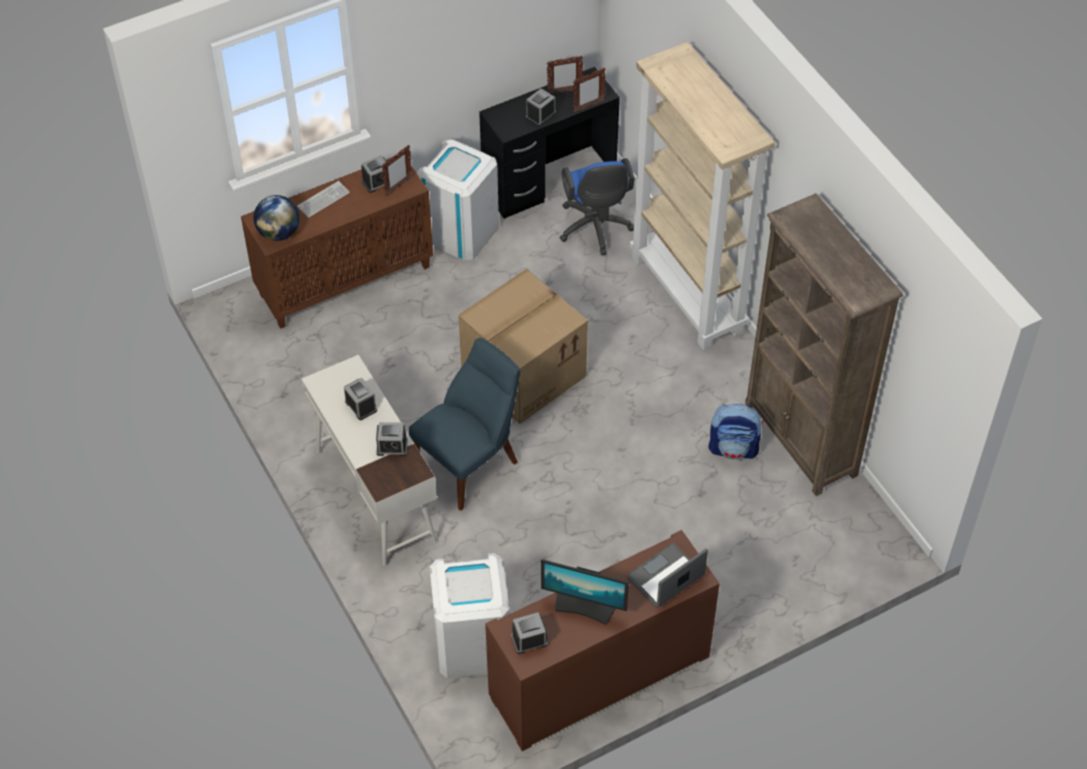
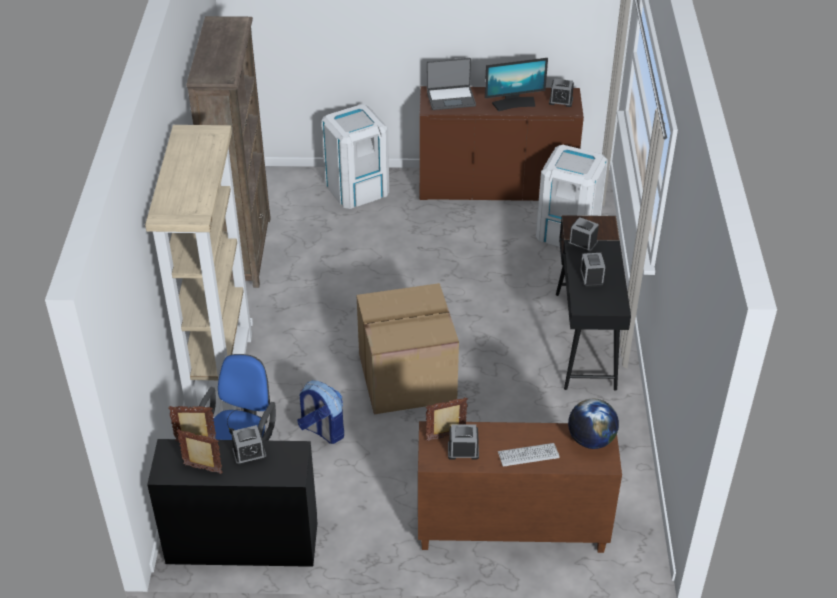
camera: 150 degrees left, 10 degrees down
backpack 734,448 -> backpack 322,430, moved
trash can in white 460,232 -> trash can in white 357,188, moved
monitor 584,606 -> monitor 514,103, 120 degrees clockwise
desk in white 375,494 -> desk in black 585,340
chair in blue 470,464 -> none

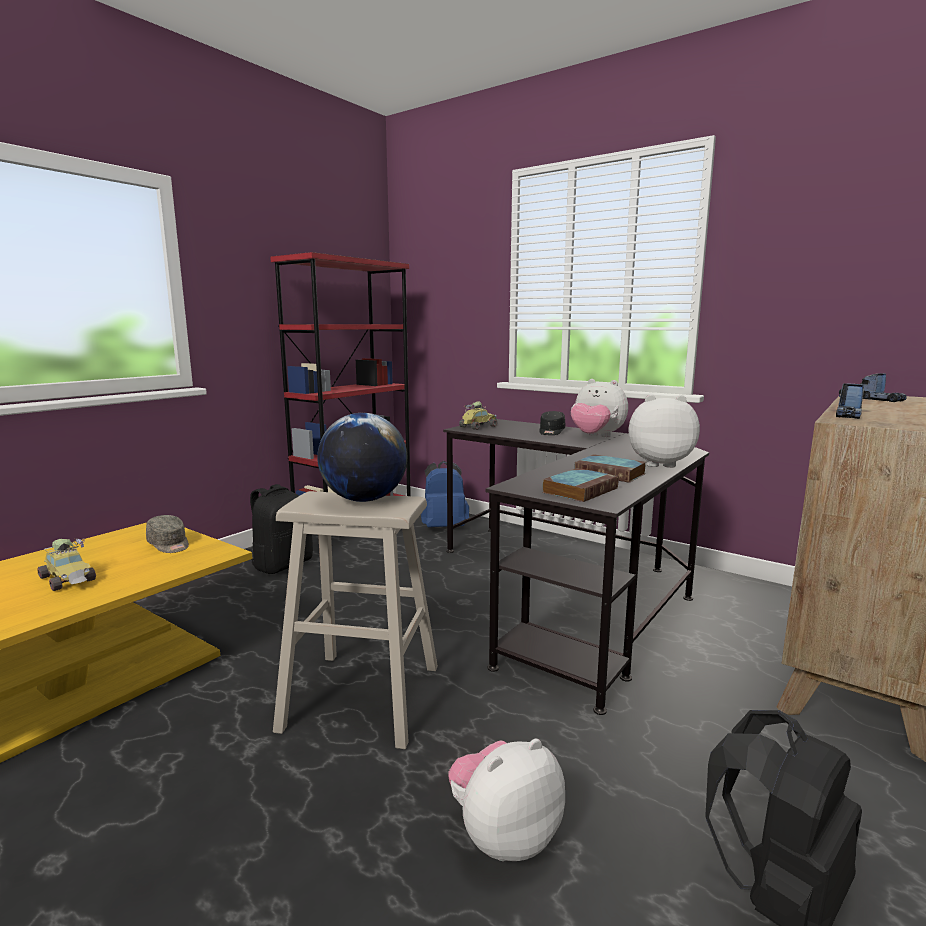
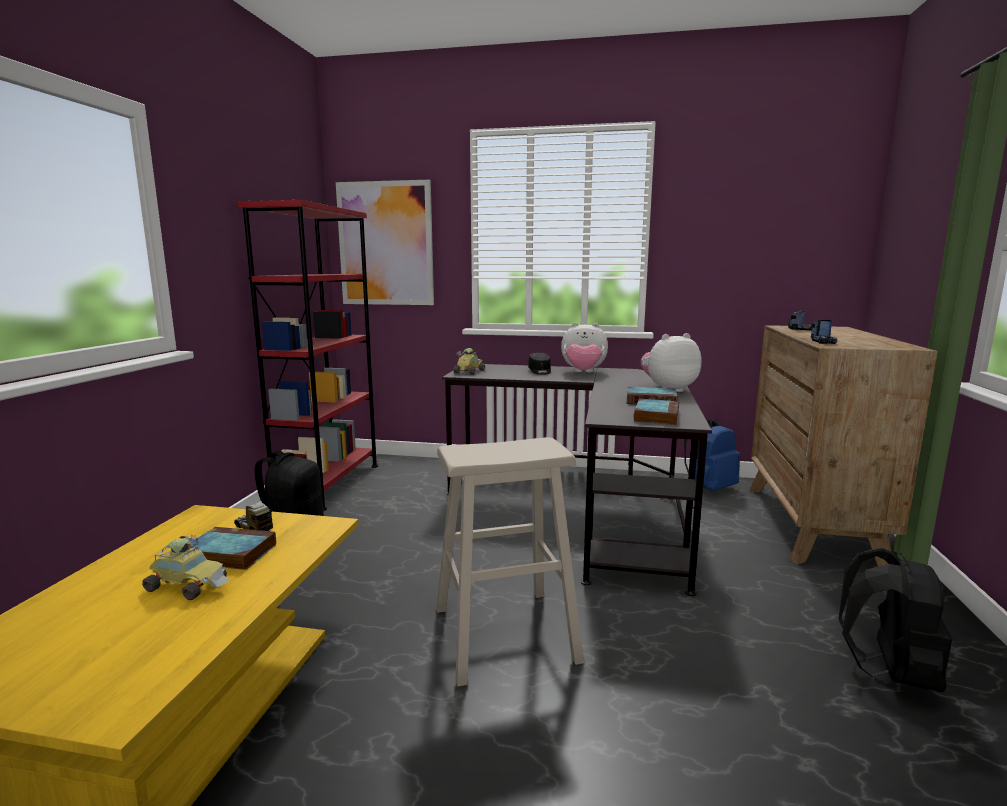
camera: 25 degrees left, 0 degrees up
none -> book 228,554
cap in grey 169,545 -> toy truck 254,528
none -> picture 386,244
backpack in blue 444,527 -> backpack in blue 709,488, moved
globe 364,500 -> none
plush toy 504,835 -> none

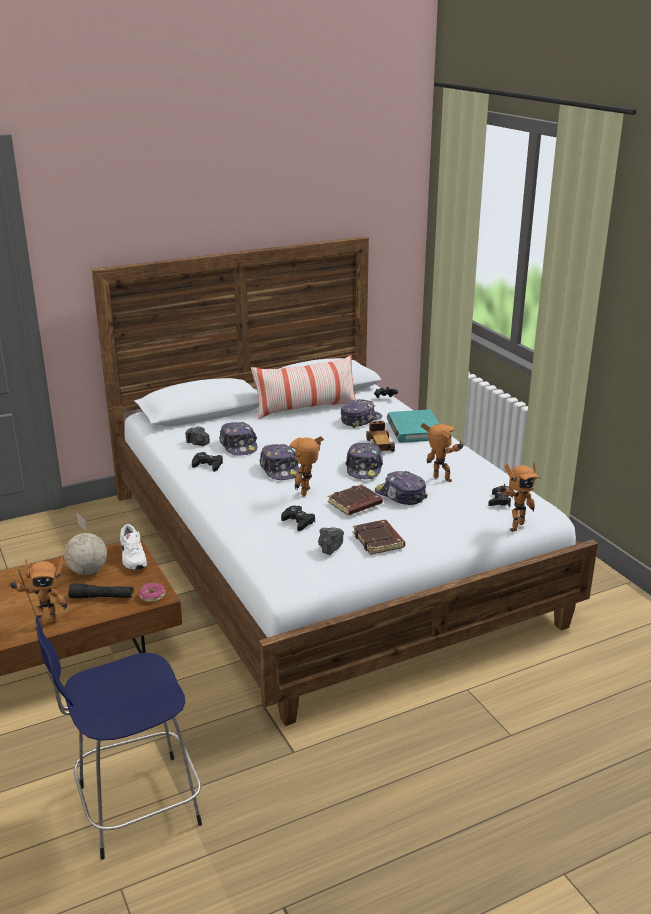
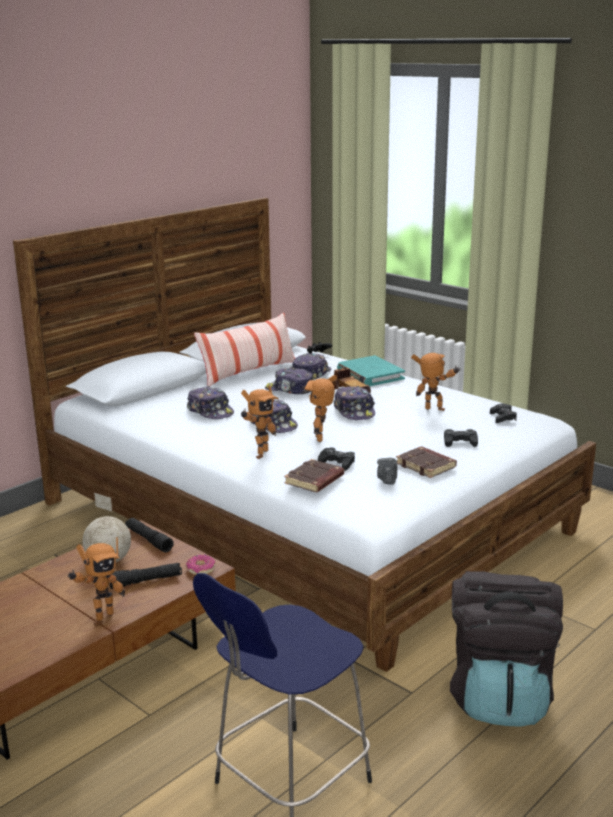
camera: 20 degrees left, 5 degrees down
shoe in white 132,558 -> flashlight in black 148,540
toy robot 514,526 -> toy robot 259,454, moved
cap 400,495 -> cap 289,390, moved
book in brown 355,504 -> book in brown 314,481, moved
game controller in black 208,465 -> game controller in black 460,442, moved
none -> backpack in black 500,696
photo camera 197,443 -> none

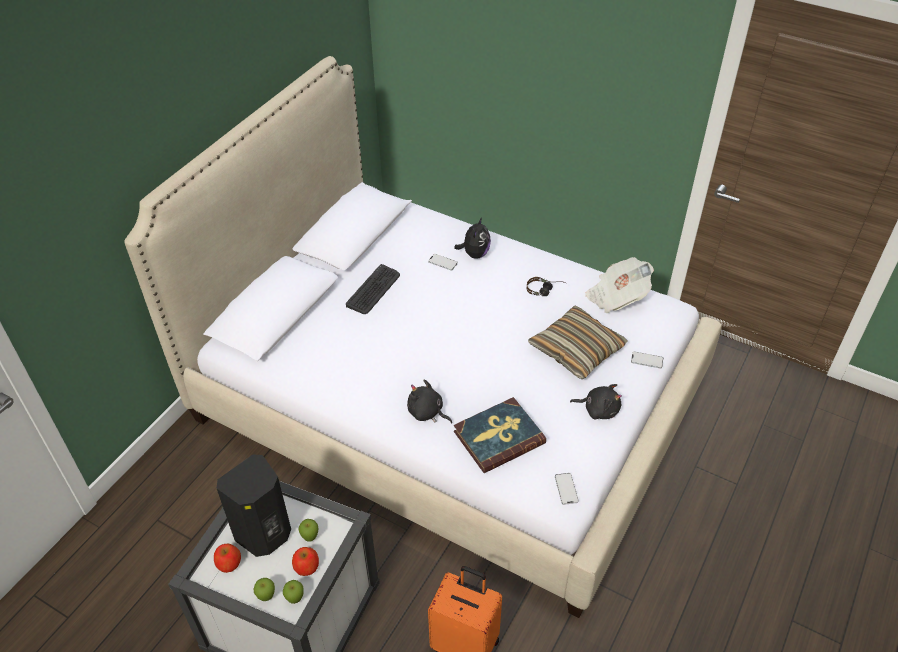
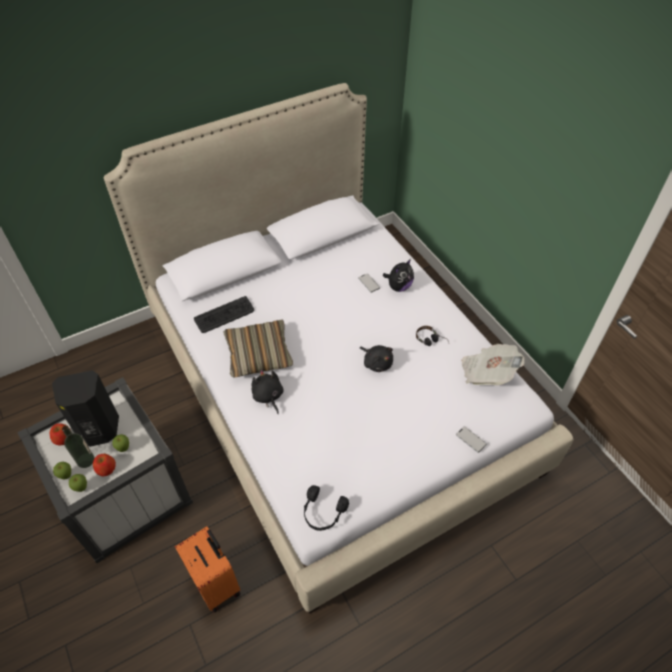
camera: 30 degrees right, 5 degrees up
none -> bottle 85,460
keyboard 373,290 -> keyboard 224,315, moved
pillow 577,350 -> pillow 258,354, moved
phone 566,489 -> headphones in black 322,513
plush toy in black 598,409 -> plush toy in black 377,363, moved
book 498,437 -> none

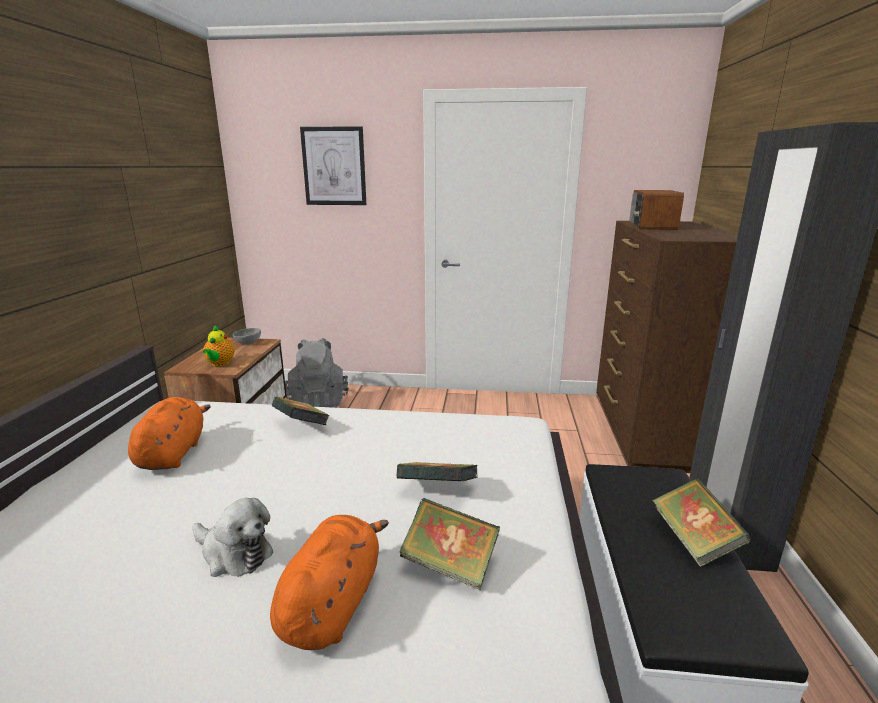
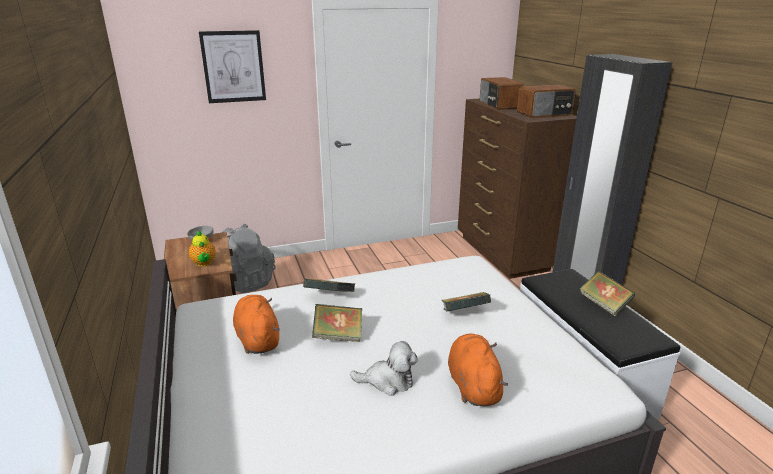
camera: 25 degrees left, 5 degrees up
book 450,565 -> book 338,336, moved
none -> radio 544,114

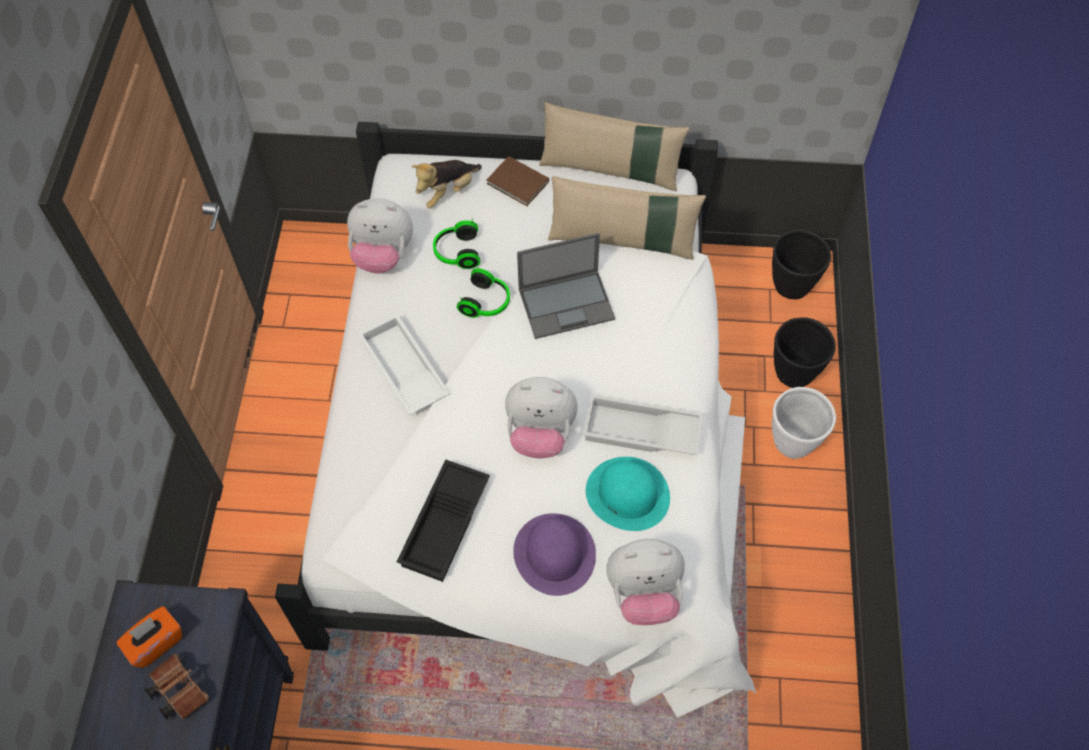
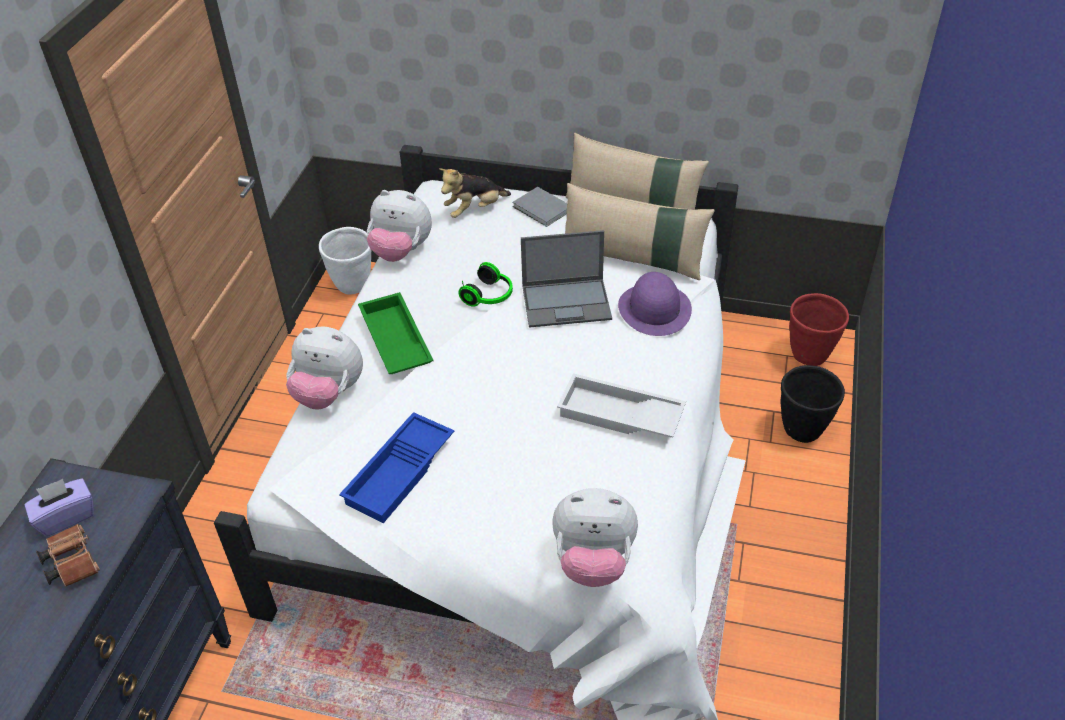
camera: 10 degrees right, 15 degrees down
tissue box in orange 155,643 -> tissue box in purple 66,517
plush toy 540,433 -> plush toy 328,393, moved
planter in white 793,444 -> planter in white 353,286, moved
tray in black 446,525 -> tray in blue 400,474
tray in white 402,370 -> tray in green 394,341
book in brown 518,184 -> book in grey 542,209
hat in purple 554,554 -> hat in purple 654,309, moved
planter in black 792,287 -> planter in red 810,356
headphones 456,252 -> none
hat in turquoise 628,494 -> none

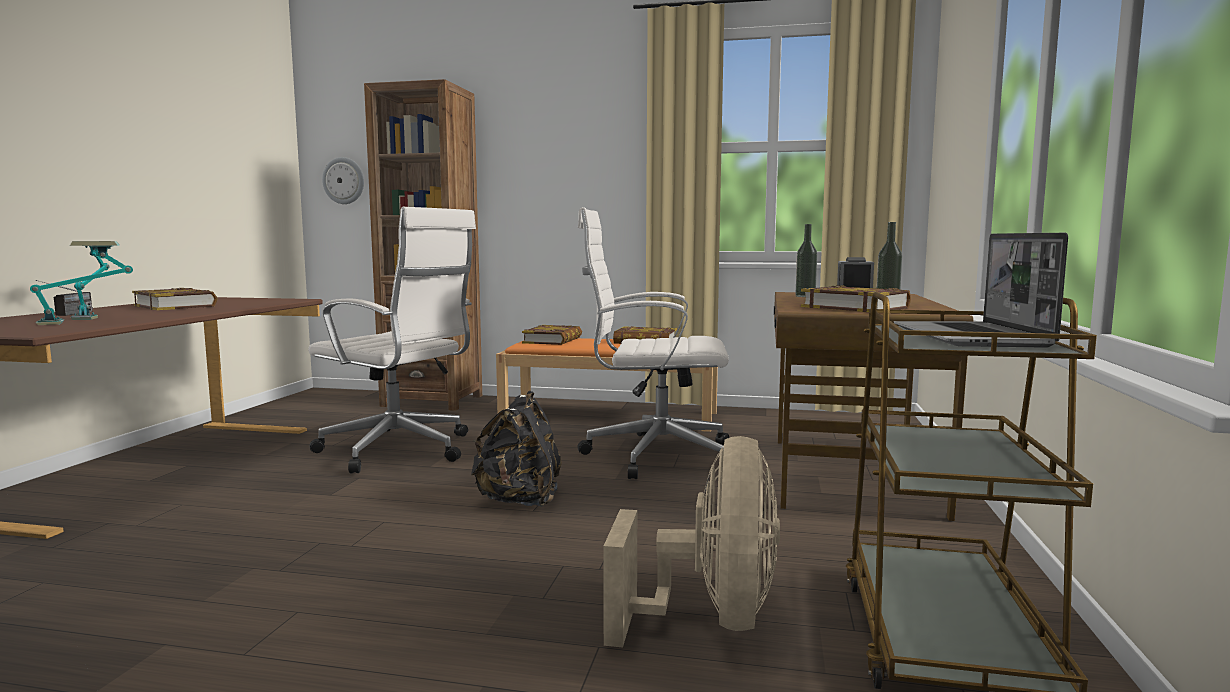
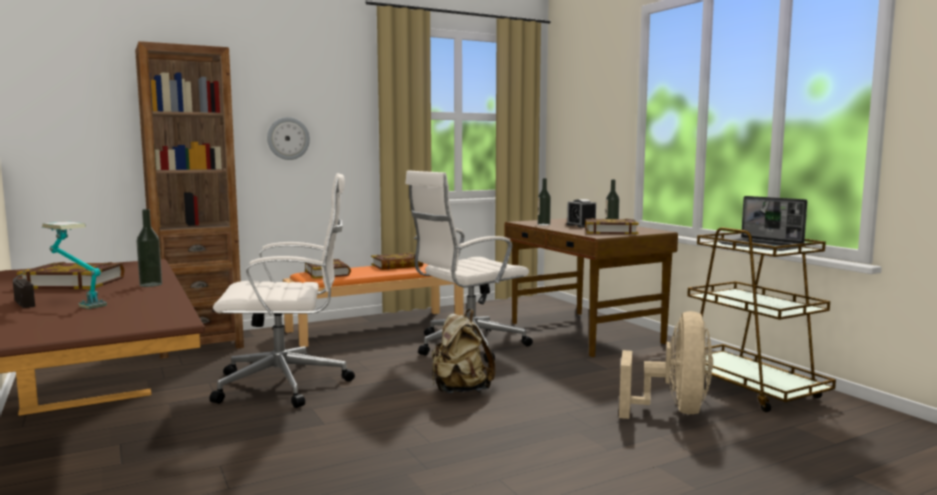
camera: 40 degrees left, 0 degrees up
none -> bottle 151,284
wall clock 344,180 -> wall clock 288,138, moved
backpack in black 519,501 -> backpack in beige 459,390
fan in beige 711,619 -> fan in beige 673,411, 45 degrees clockwise
table lamp 87,322 -> none

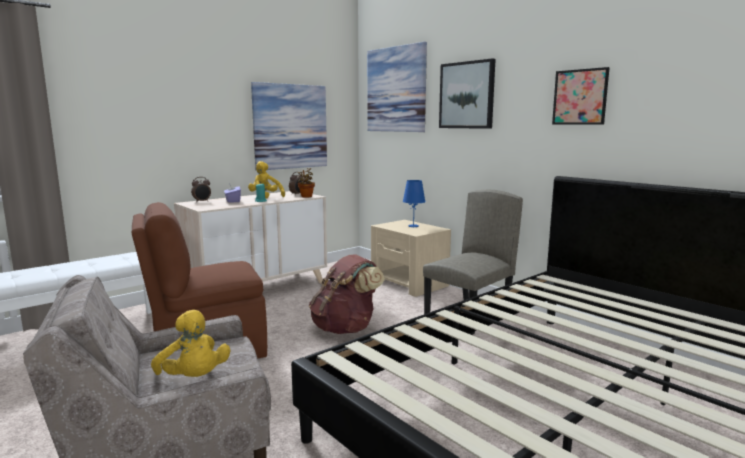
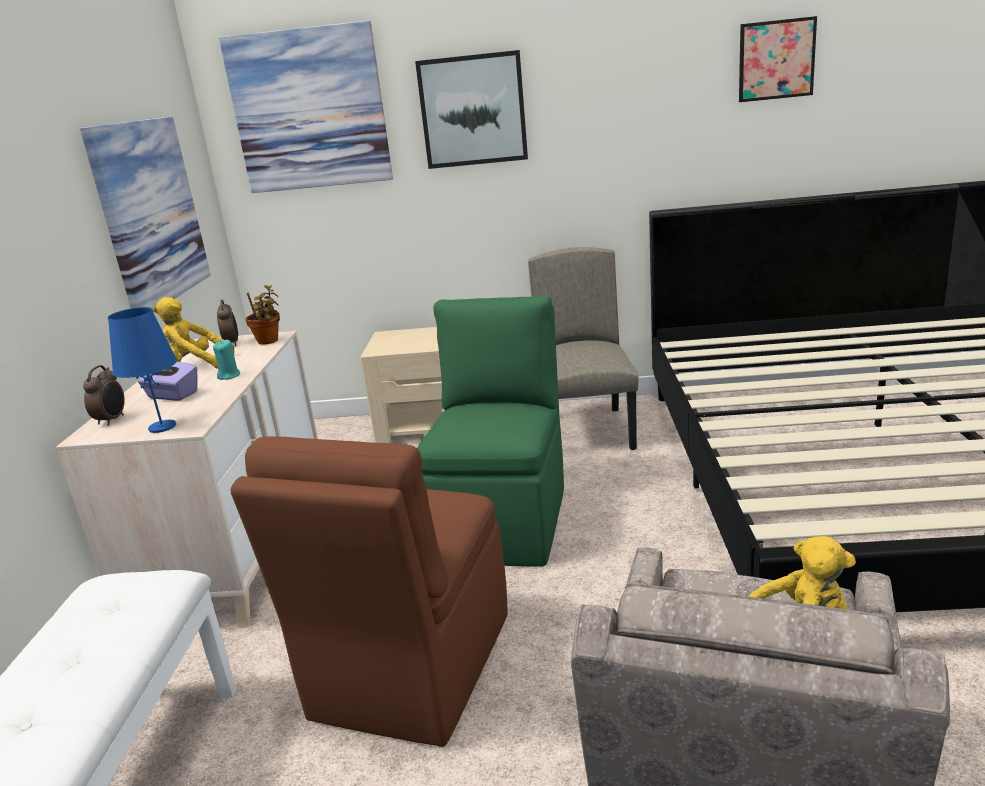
camera: 45 degrees left, 10 degrees up
table lamp in blue 413,226 -> table lamp in blue 162,426, moved
backpack in brown 346,328 -> chair in green 503,521
picture 580,97 -> picture 776,60, moved

